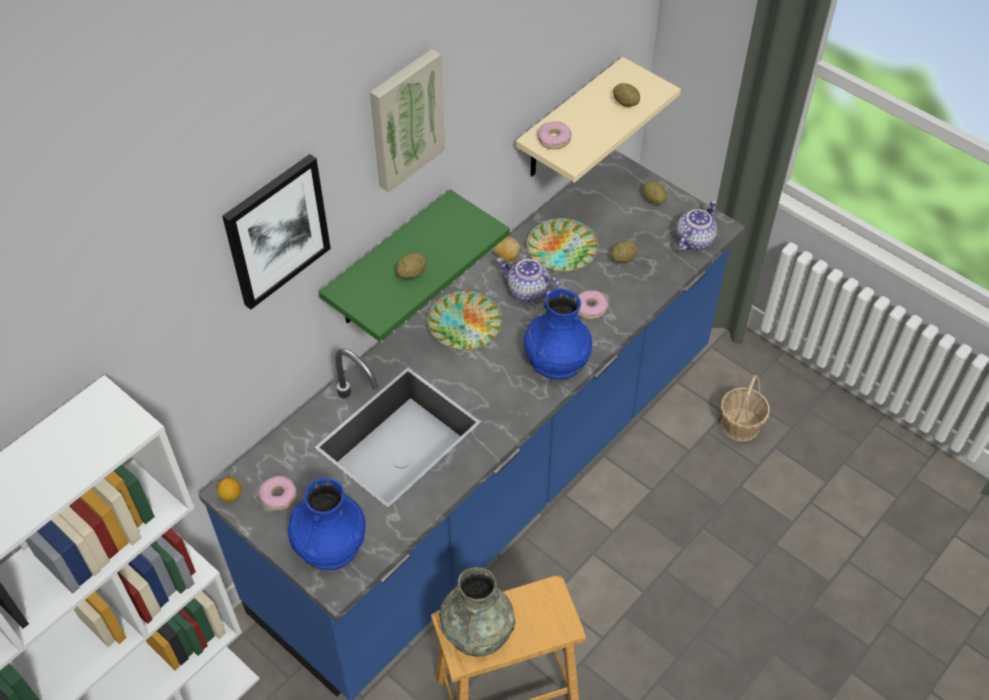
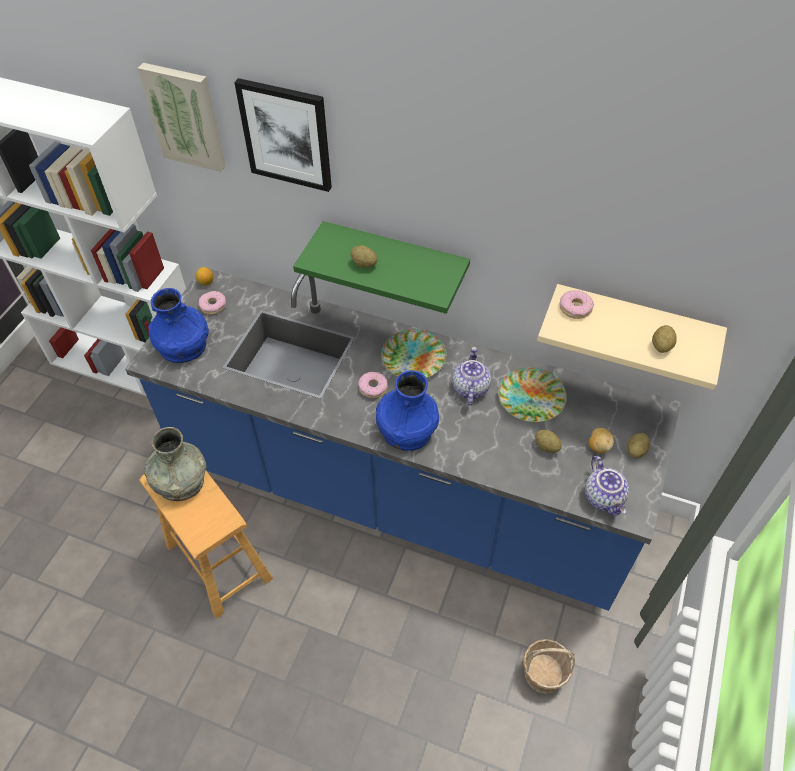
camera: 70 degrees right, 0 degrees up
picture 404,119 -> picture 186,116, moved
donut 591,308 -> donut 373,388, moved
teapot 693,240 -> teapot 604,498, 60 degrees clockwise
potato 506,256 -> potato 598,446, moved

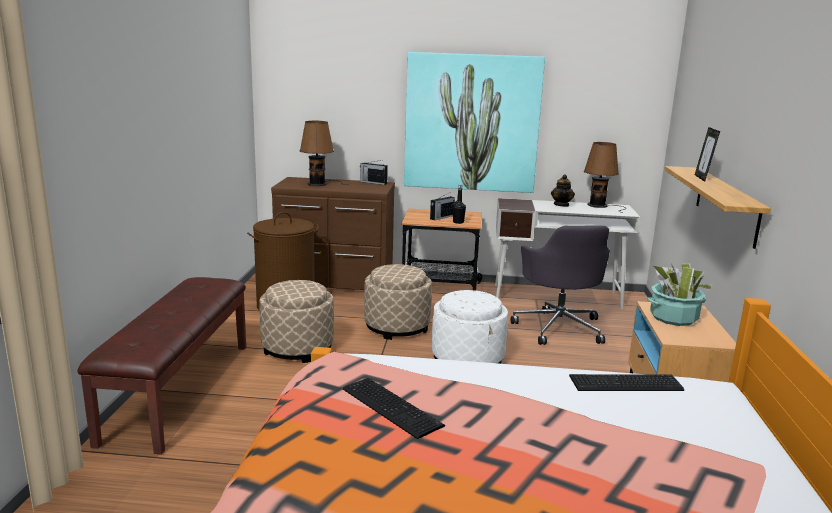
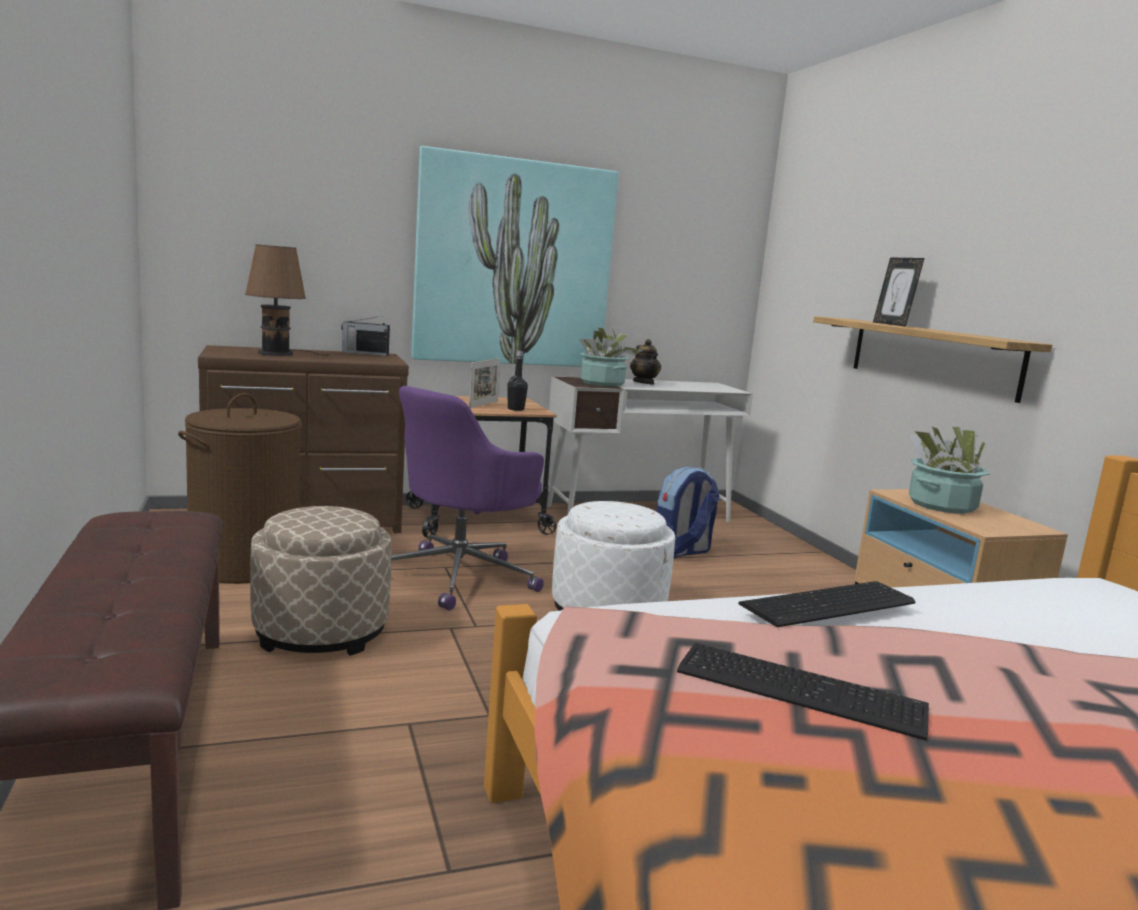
camera: 25 degrees left, 5 degrees down
ottoman in beige 397,327 -> office chair in purple 460,577
radio 441,217 -> picture frame 483,404
none -> potted plant 602,383
office chair in grey 559,327 -> backpack 681,552
keyboard 627,384 -> keyboard 833,605, moved
table lamp in brown 600,206 -> none

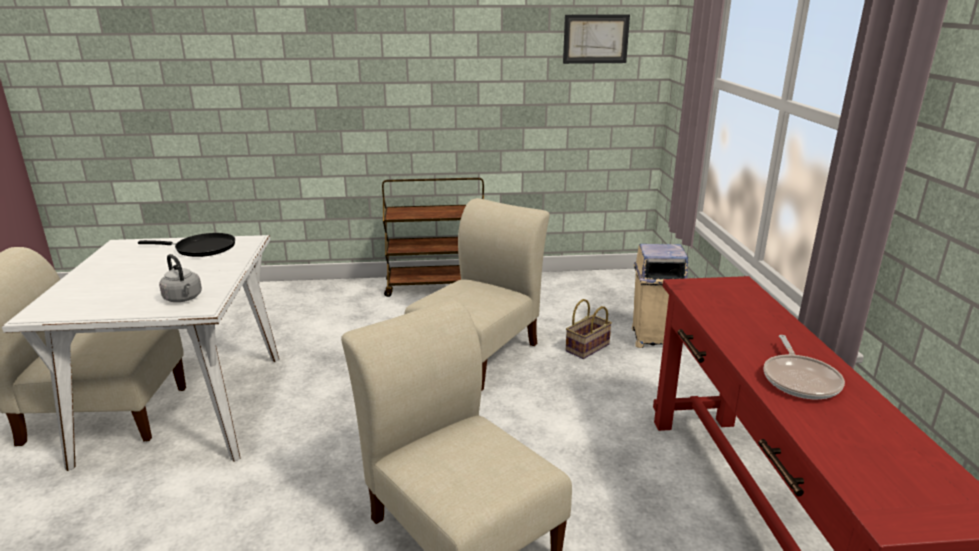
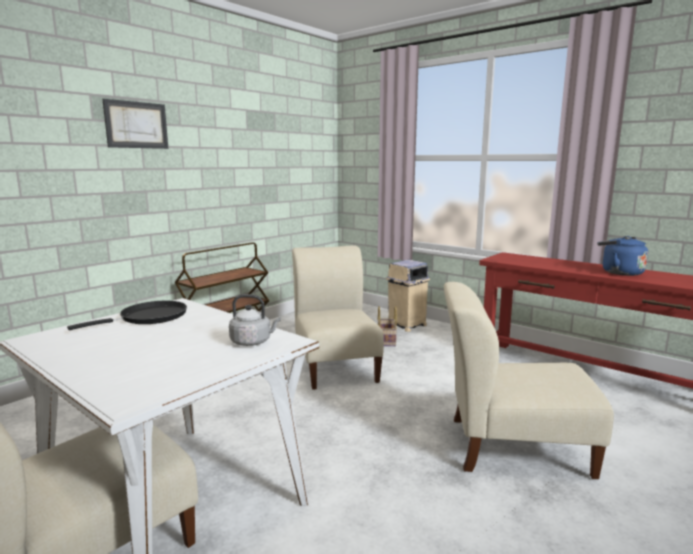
camera: 45 degrees left, 10 degrees down
picture 595,39 -> picture 136,125, moved
frying pan 800,379 -> kettle in blue 619,272

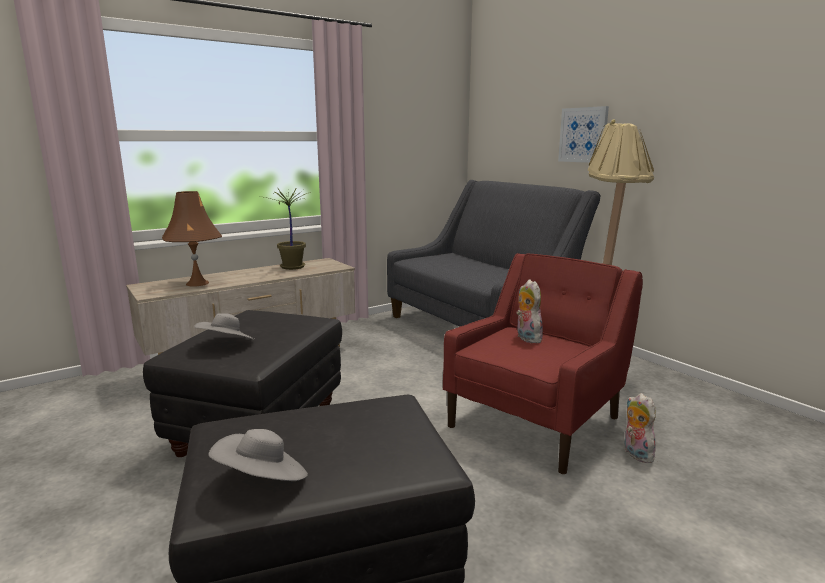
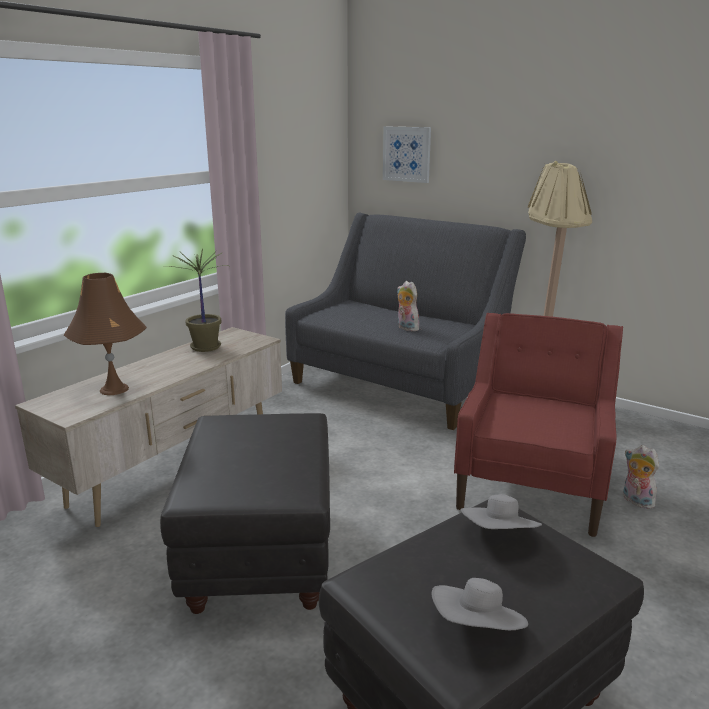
camera: 20 degrees left, 5 degrees up
picture 583,135 -> picture 407,154, moved
plush toy 526,338 -> plush toy 406,328, moved
hat in grey 227,345 -> hat in grey 499,536, moved

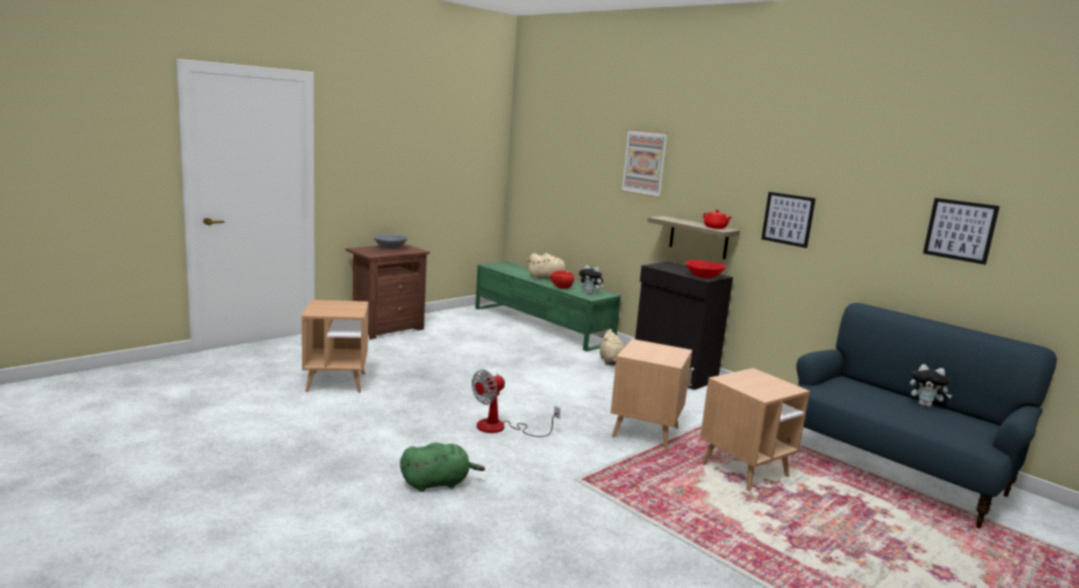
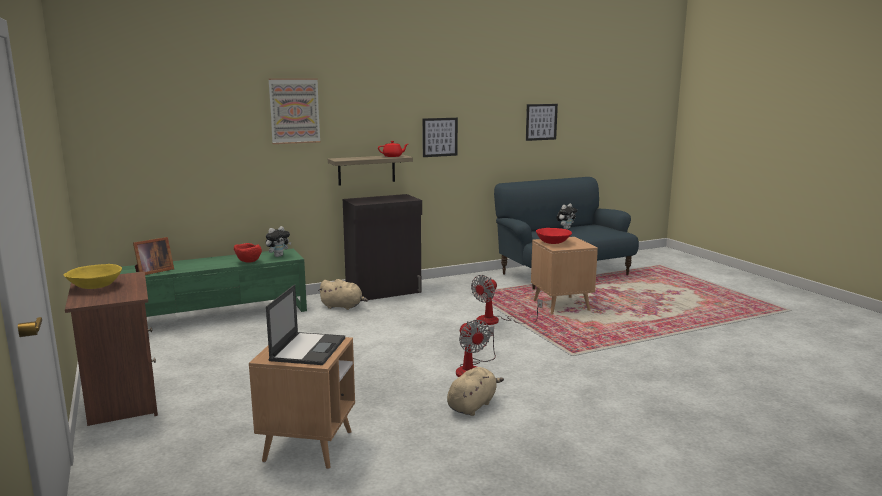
camera: 70 degrees left, 0 degrees up
bowl in grey 390,247 -> bowl in yellow 95,286
none -> picture frame 153,271
none -> laptop 308,348
plush toy in beige 548,279 -> plush toy in beige 472,405, moved
side table in brown 645,432 -> fan 496,321
bowl in red 703,277 -> bowl in red 553,242, moved
plush toy in green 438,483 -> none

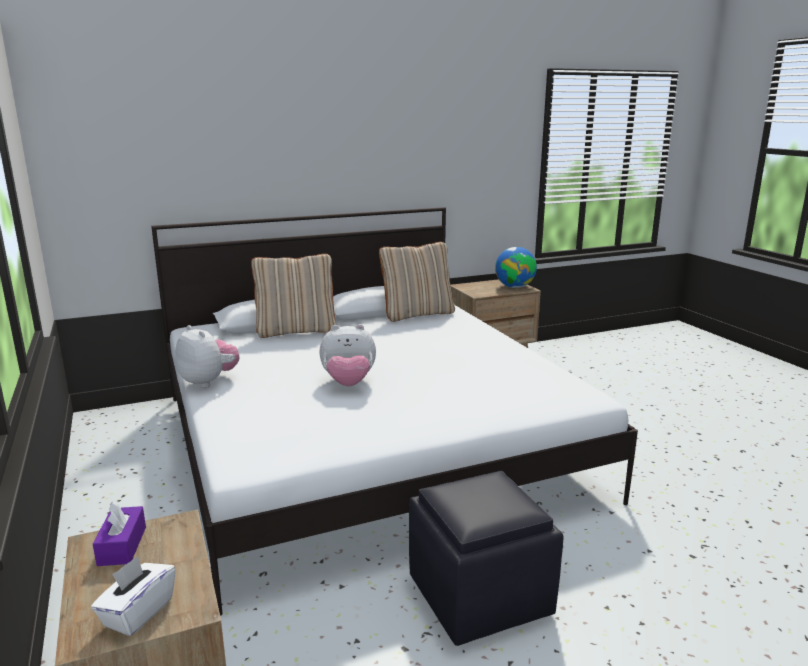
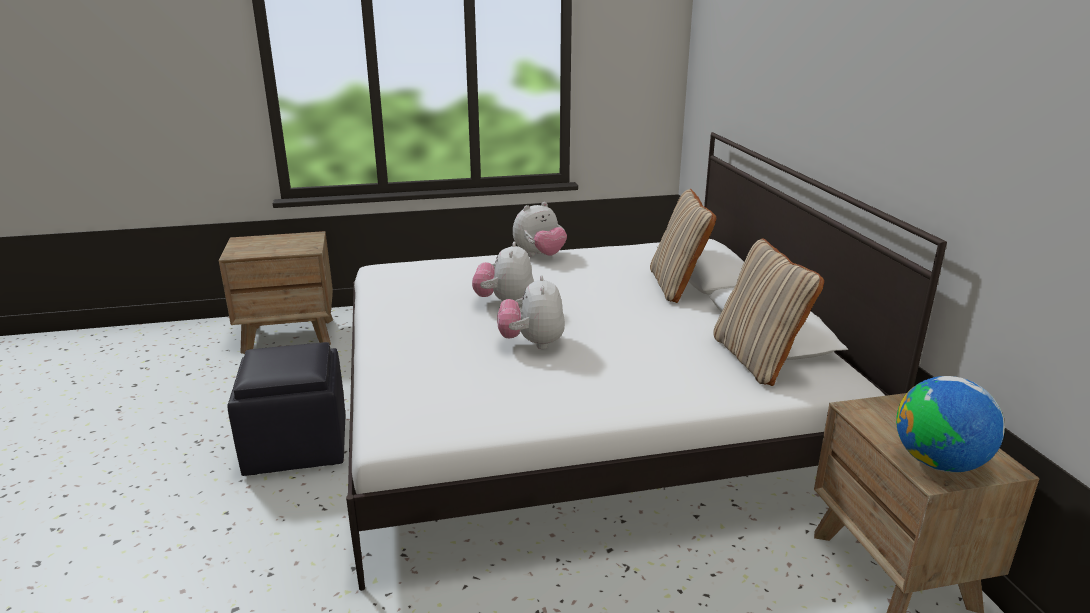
camera: 100 degrees right, 5 degrees up
none -> plush toy 532,343
tissue box in white 138,612 -> none
tissue box in purple 122,546 -> none

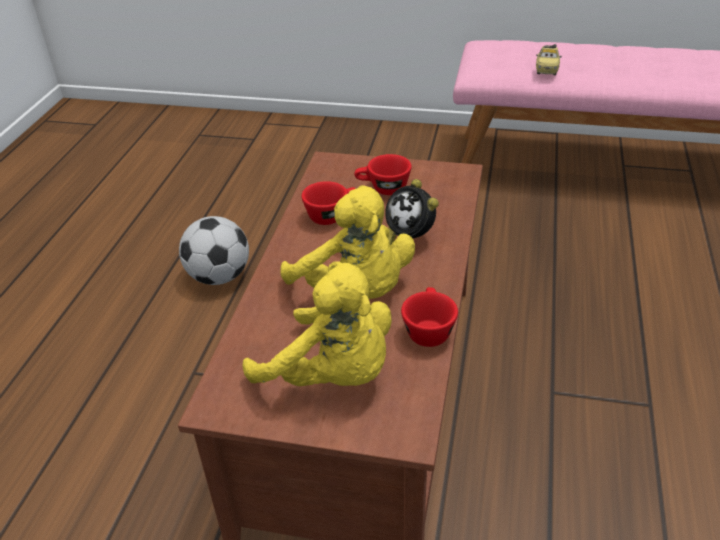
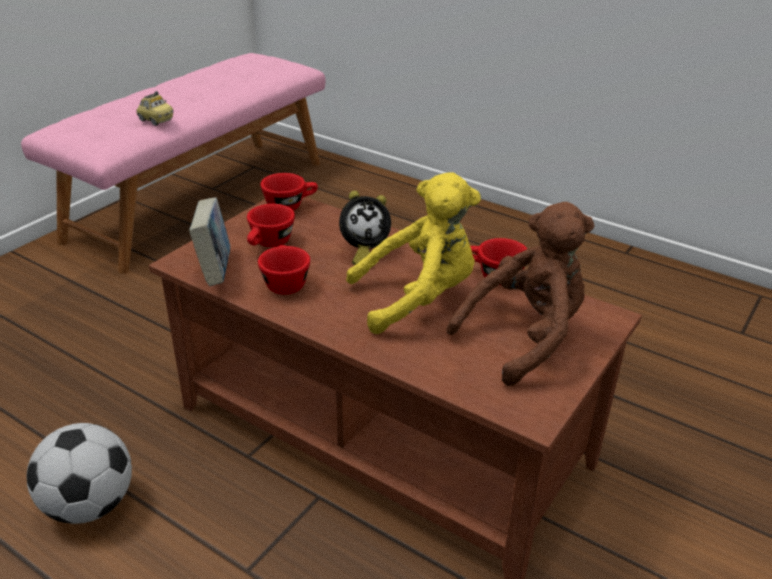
camera: 70 degrees left, 5 degrees down
none -> book 215,271
none -> cup in red 290,206
plush toy in yellow 332,375 -> plush toy in brown 525,337

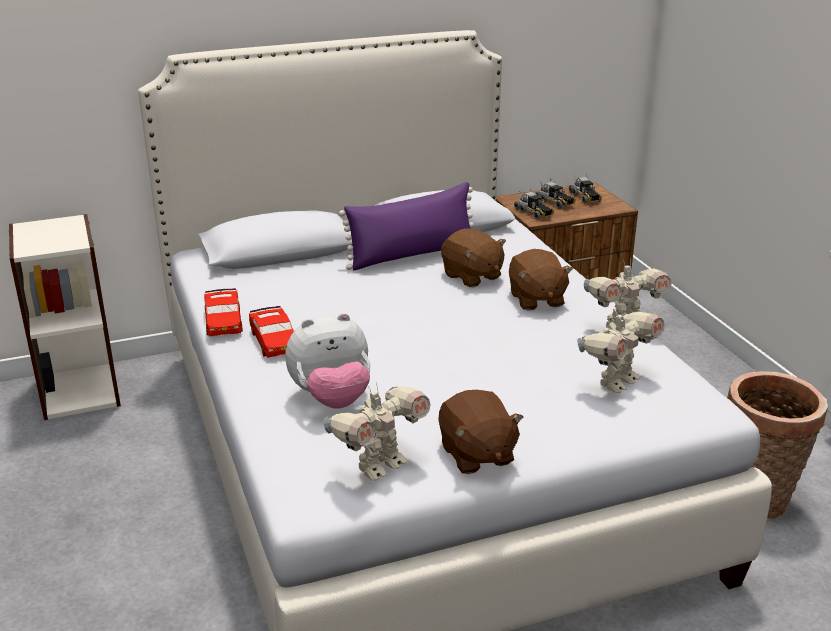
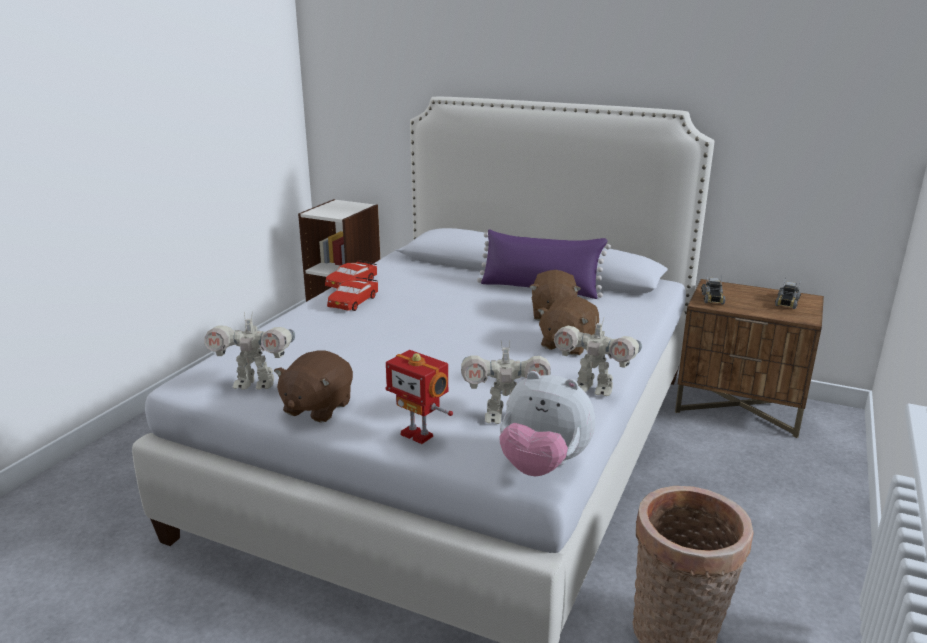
camera: 45 degrees right, 5 degrees down
none -> toy robot 418,434
plush toy 332,399 -> plush toy 543,466, moved
toy truck 555,202 -> none

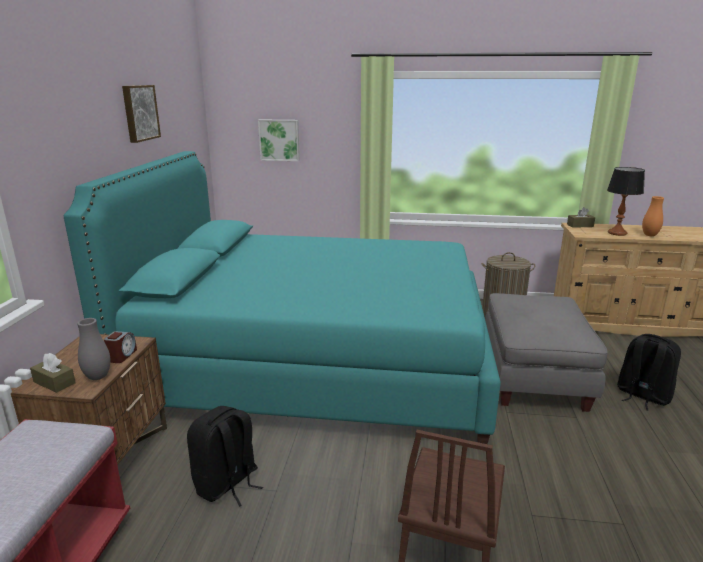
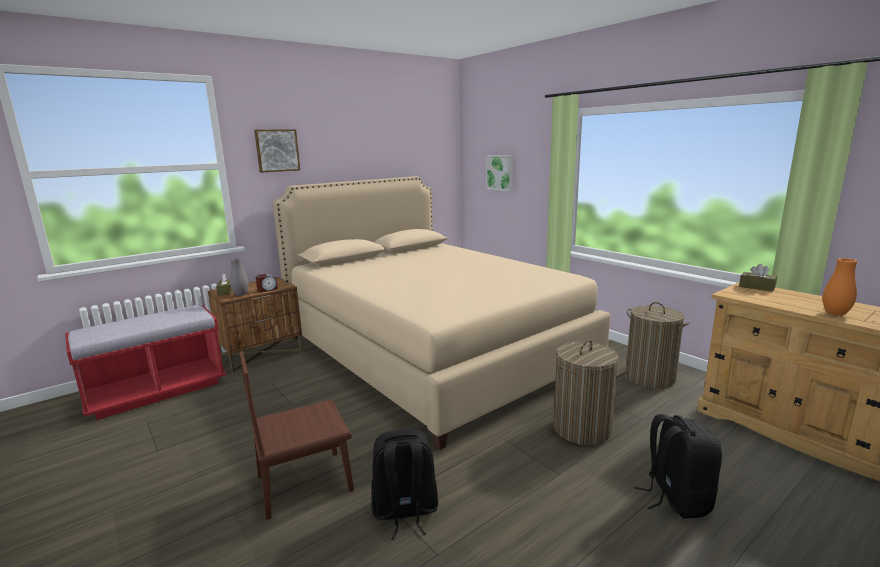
camera: 45 degrees right, 5 degrees down
picture 139,113 -> picture 277,150, moved
bed in turquoise 316,363 -> bed in beige 432,351
backpack in black 227,484 -> backpack in black 404,511, moved
ottoman in grey 532,376 -> laundry basket 582,429
table lamp 617,233 -> none

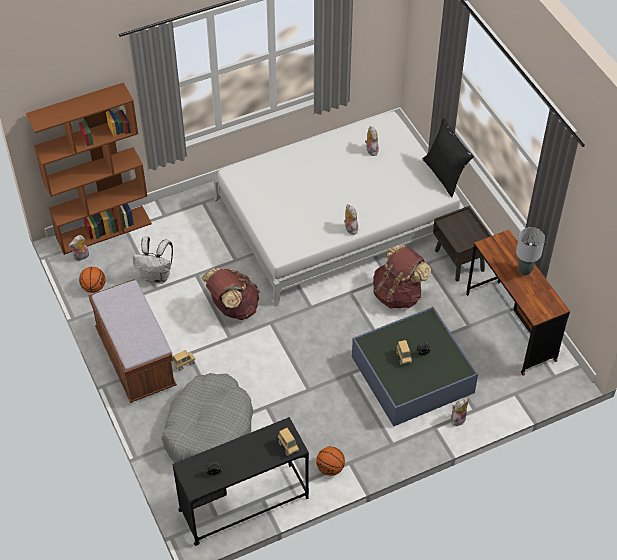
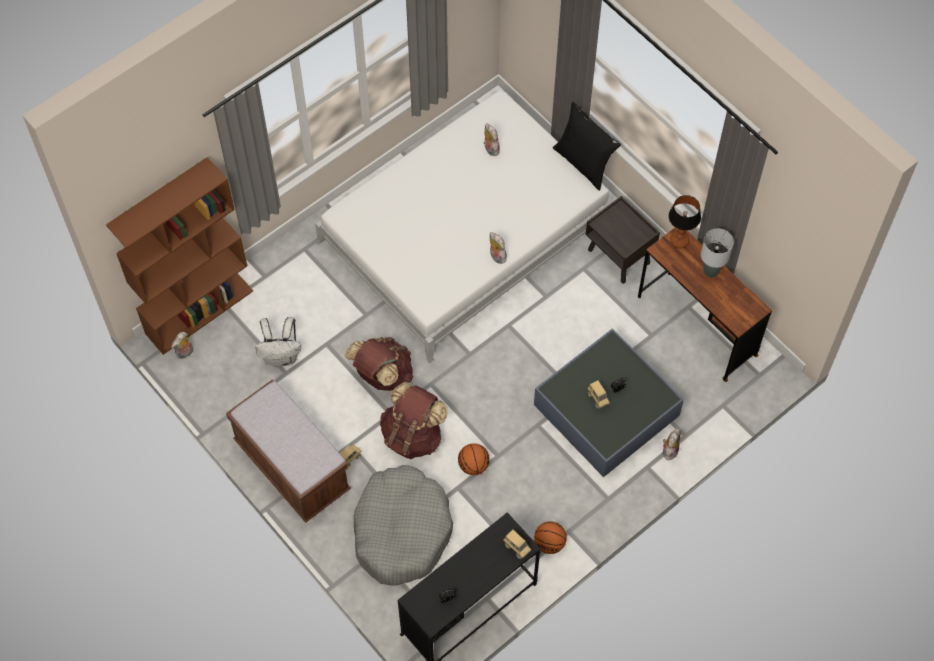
camera: 15 degrees left, 10 degrees up
backpack in brown 398,294 -> backpack in brown 413,435, moved
basketball 93,287 -> basketball 473,465, moved
none -> table lamp 679,241

